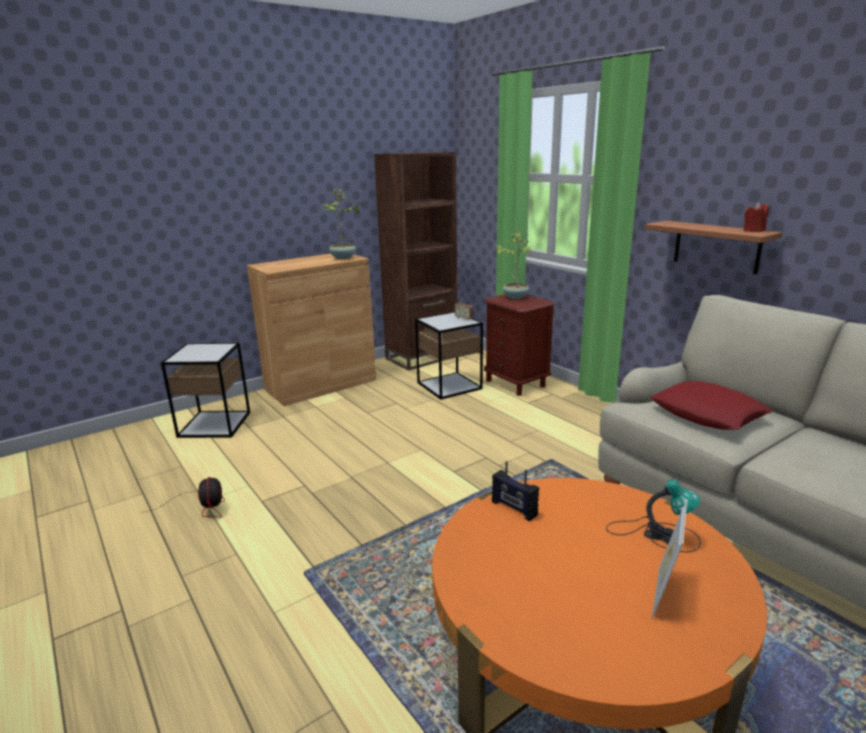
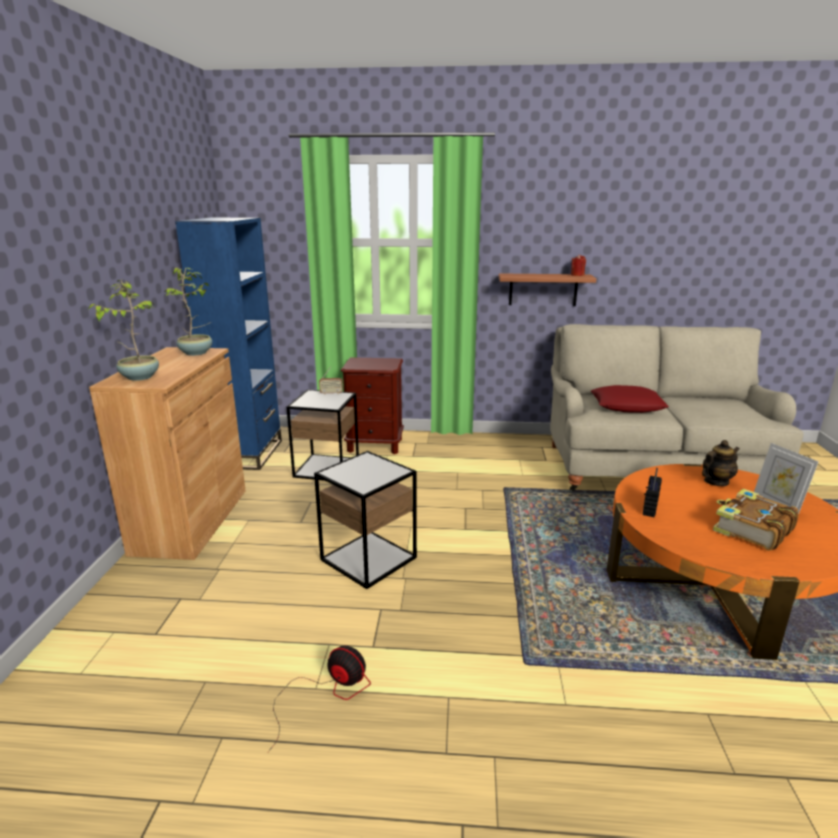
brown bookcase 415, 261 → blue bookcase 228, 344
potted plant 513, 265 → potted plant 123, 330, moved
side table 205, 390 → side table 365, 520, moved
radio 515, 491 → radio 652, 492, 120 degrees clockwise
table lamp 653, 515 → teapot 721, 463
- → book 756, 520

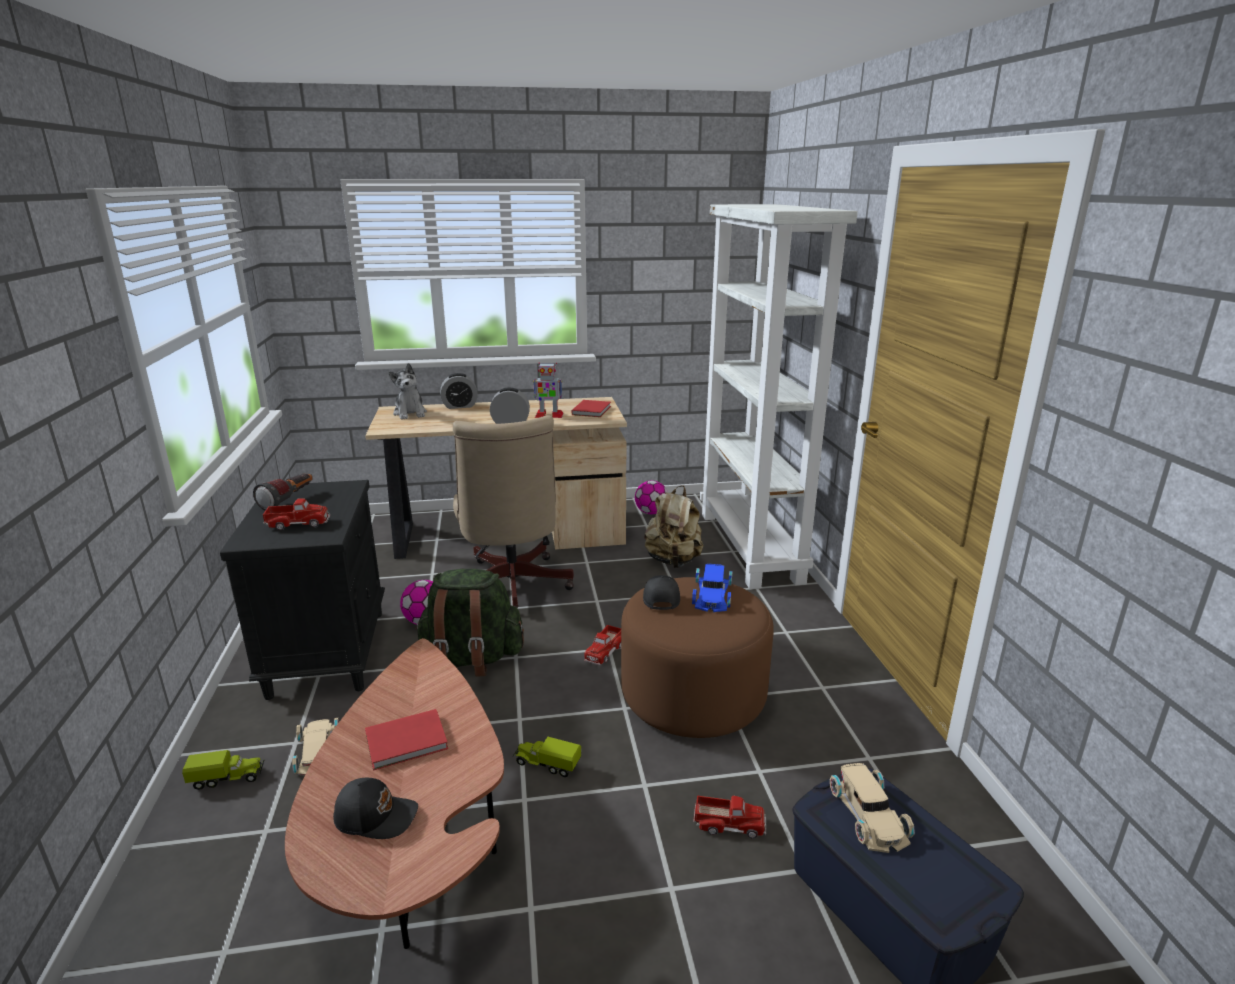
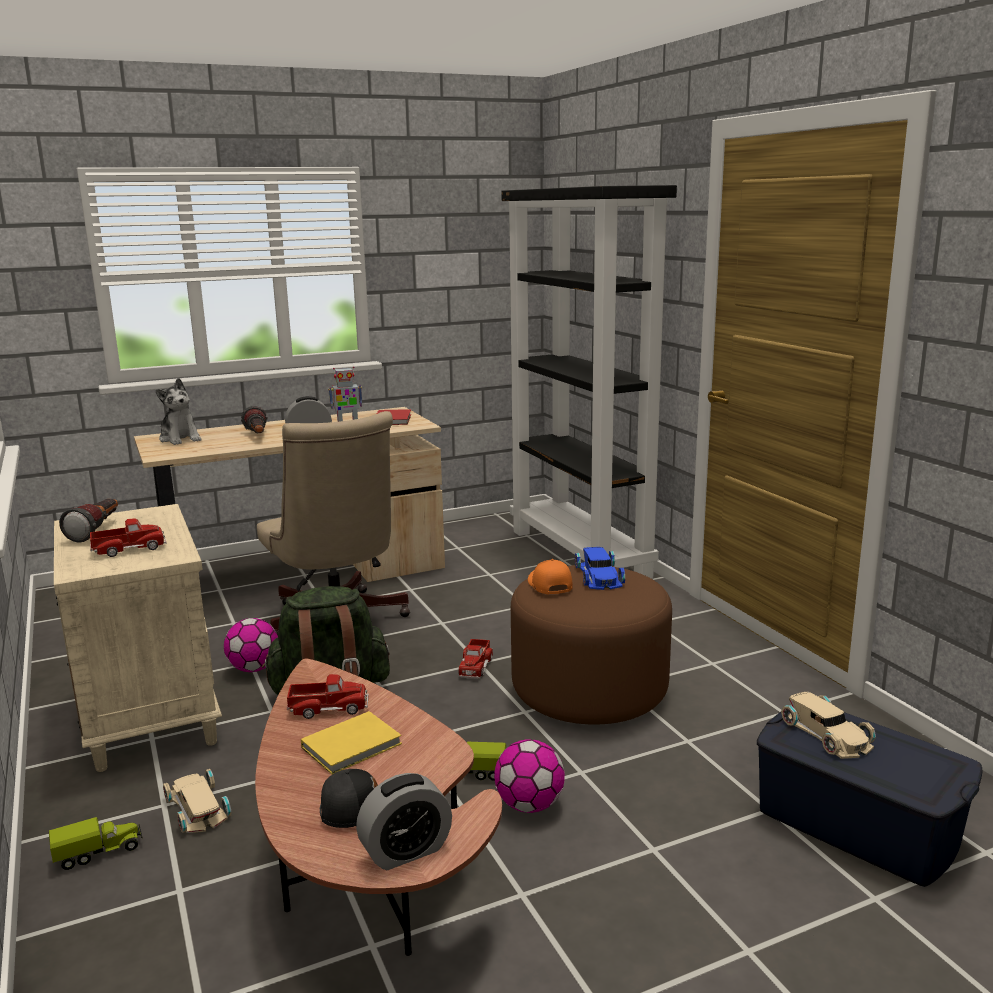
white bookcase 779, 396 → black bookcase 589, 382
alarm clock 459, 391 → alarm clock 404, 821, moved
black nightstand 302, 590 → beige nightstand 138, 638
football 651, 497 → football 529, 776, moved
beige backpack 673, 526 → -
black cap 661, 592 → orange cap 550, 576
red book 406, 740 → yellow book 351, 742
toy truck 729, 816 → toy truck 328, 696, moved
- → flashlight 254, 419

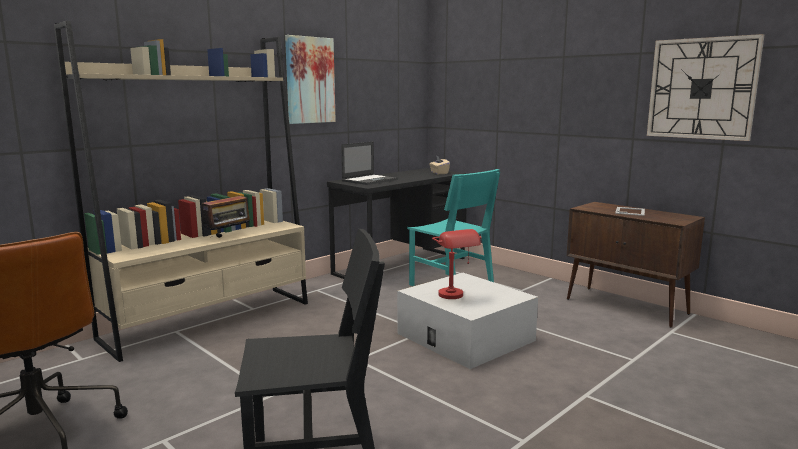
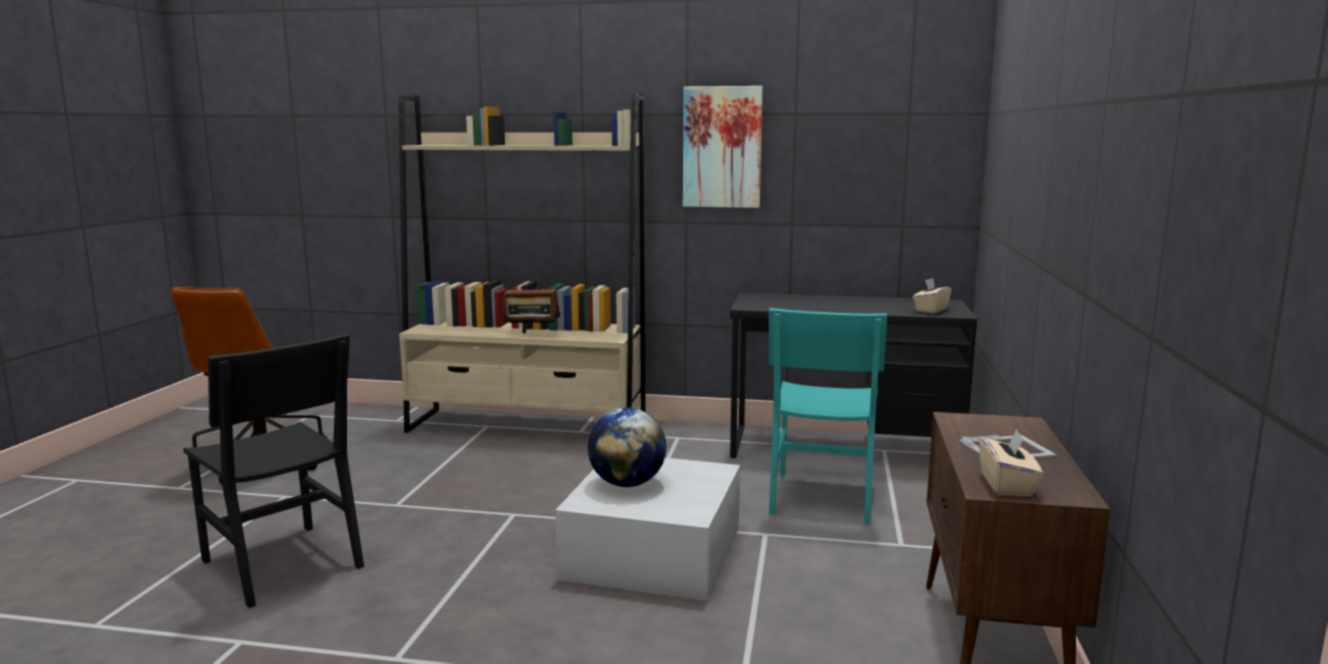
wall clock 706, 87 → -
laptop 369, 163 → -
red table lamp 457, 264 → globe 627, 447
- → beige tissue box 1011, 462

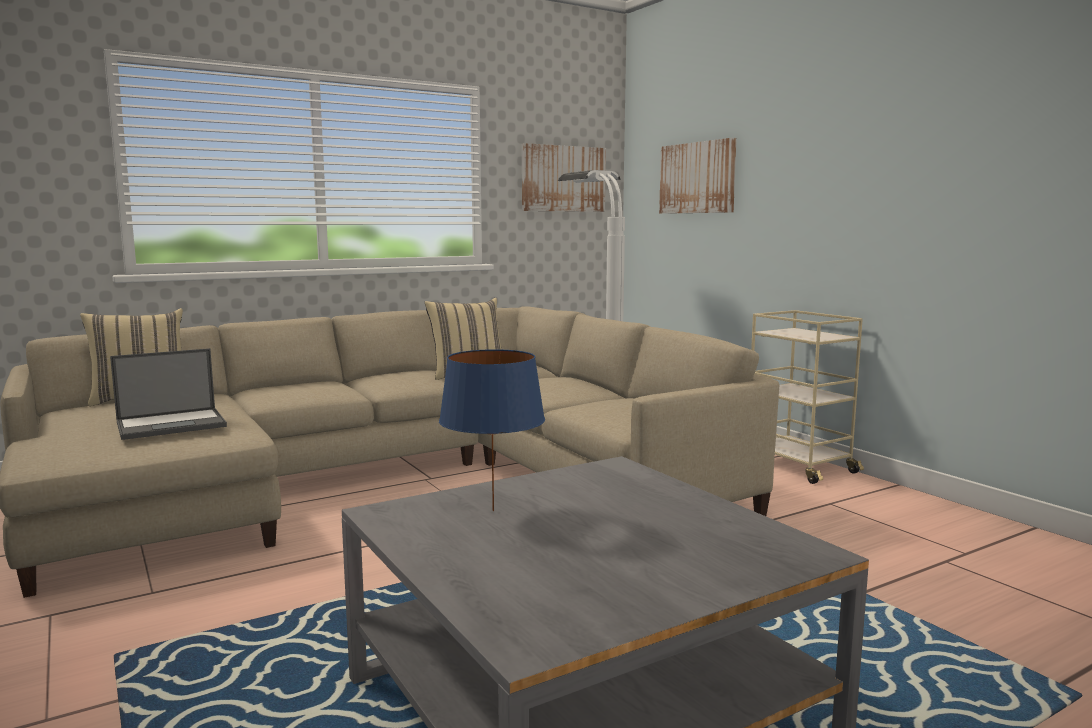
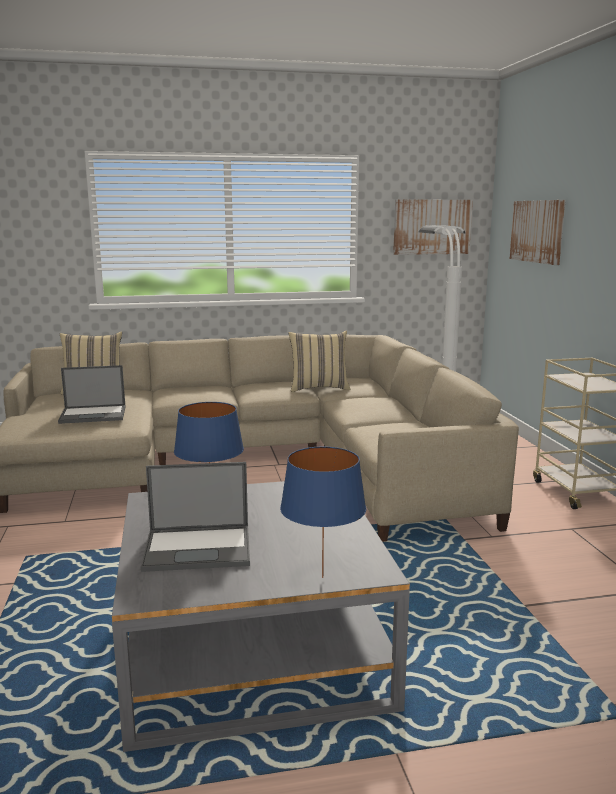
- → blue table lamp 323, 512
- → laptop 195, 517

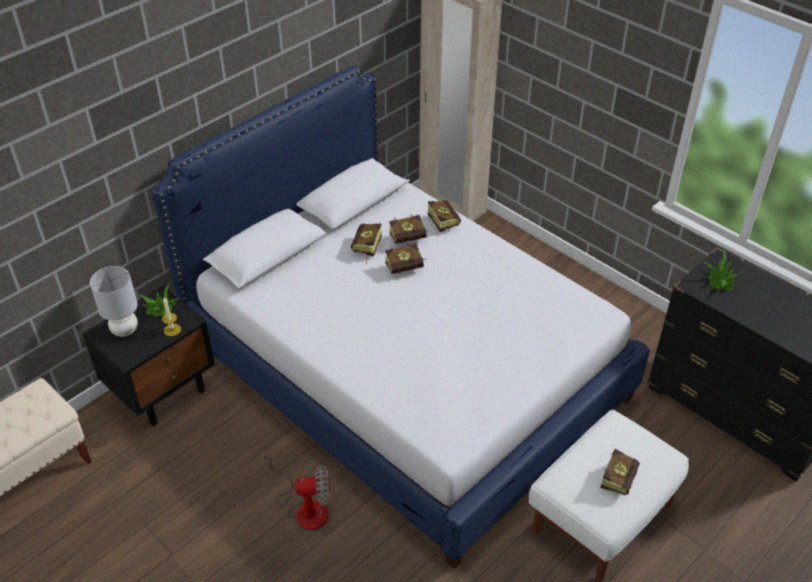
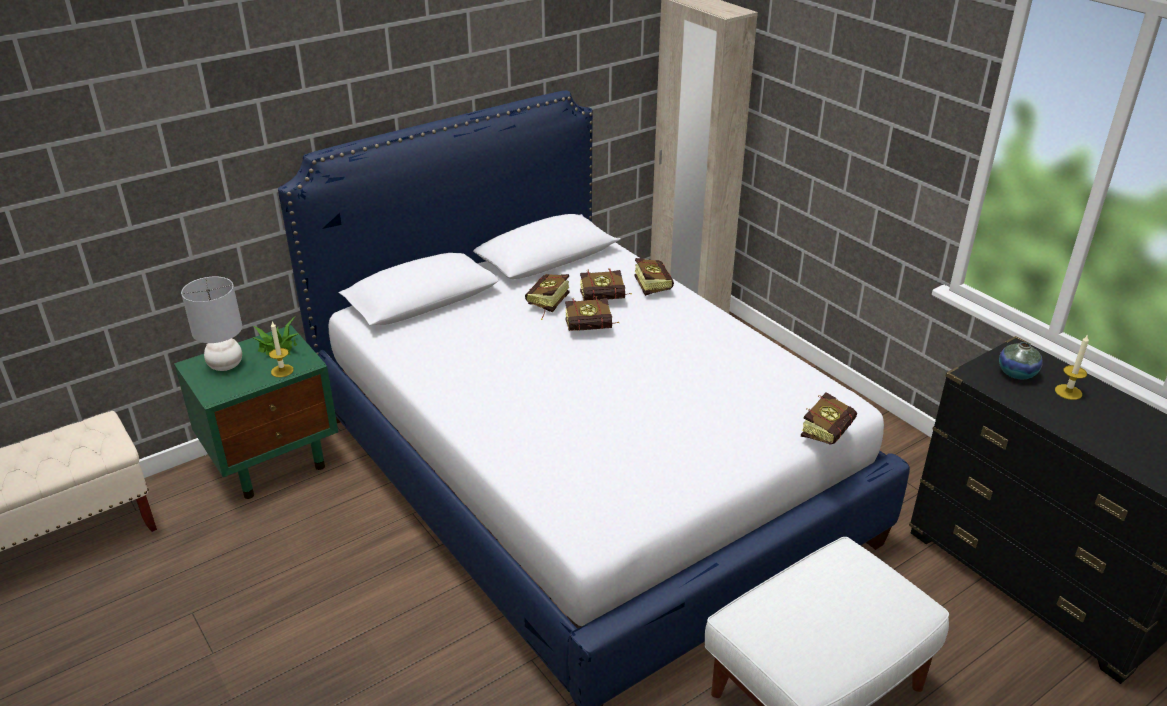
potted plant 723, 271 → vase 1021, 360
black nightstand 148, 356 → green nightstand 256, 412
book 620, 472 → book 829, 418, moved
fan 296, 490 → -
- → candle 1072, 367

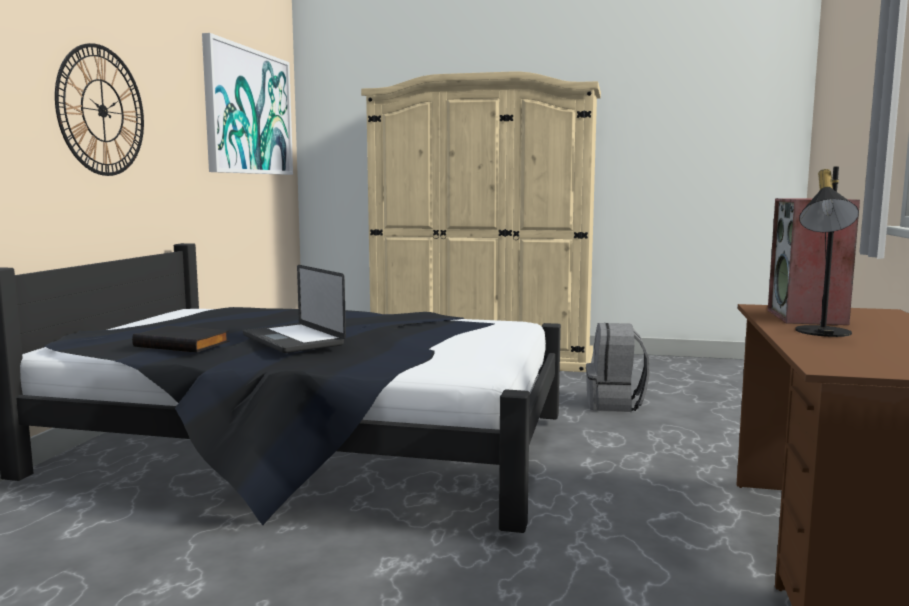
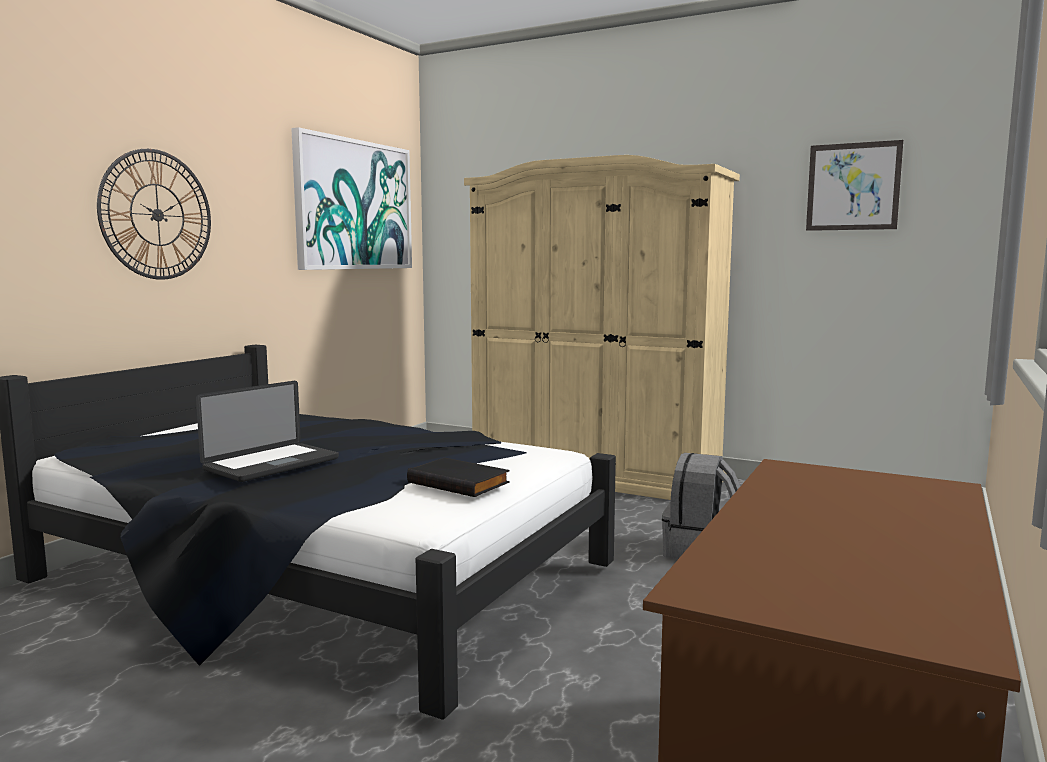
black table lamp 827, 251 → -
speaker 814, 261 → -
laptop 294, 309 → laptop 267, 431, 120 degrees counterclockwise
black book 181, 339 → black book 458, 477, moved
- → picture 855, 185

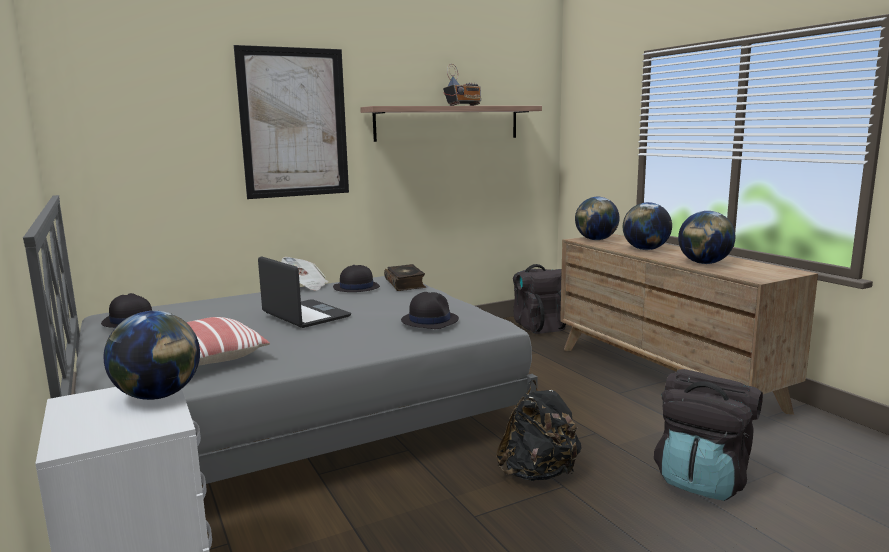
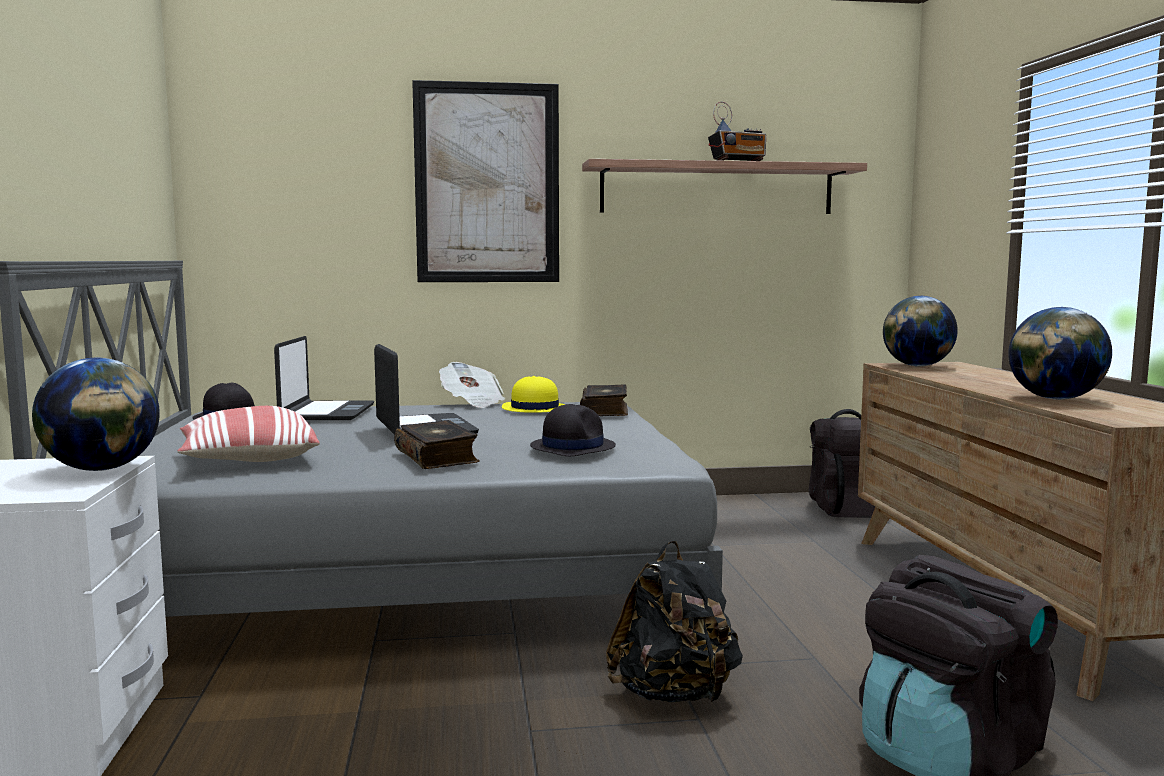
globe 647, 226 → -
black hat 356, 278 → yellow hat 533, 394
- → laptop 324, 378
- → book 437, 444

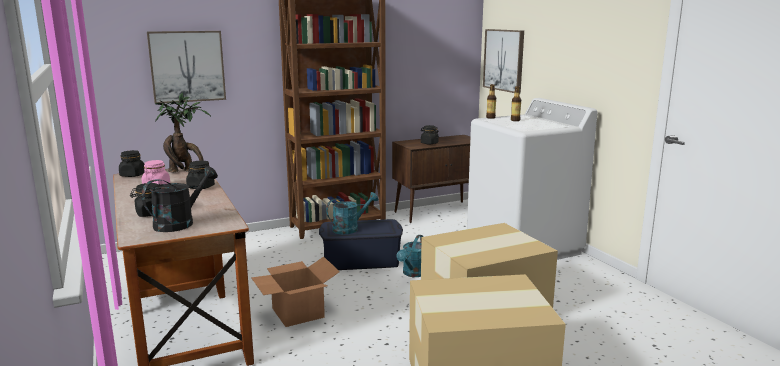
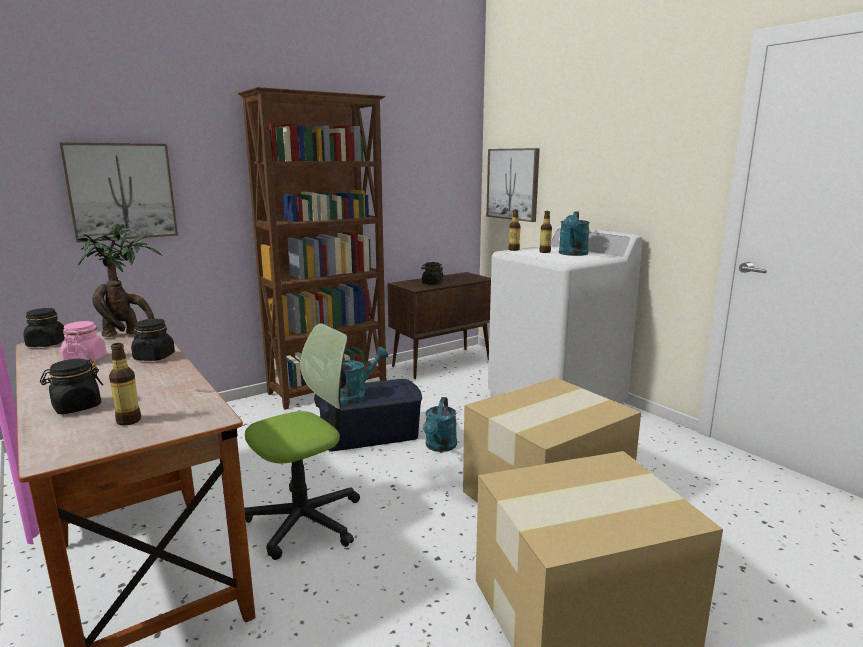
black watering can 180, 199 → bottle 125, 384
cardboard box 295, 292 → office chair 302, 441
- → turquoise watering can 574, 233

